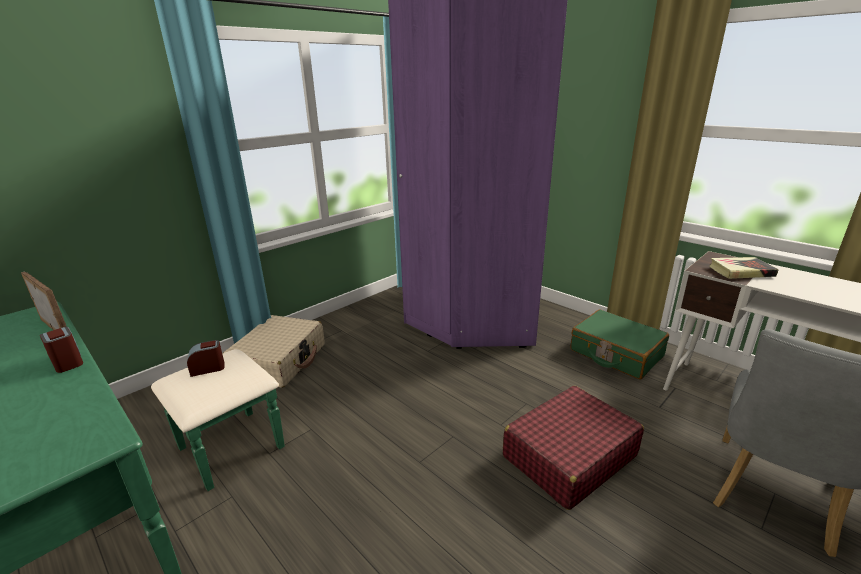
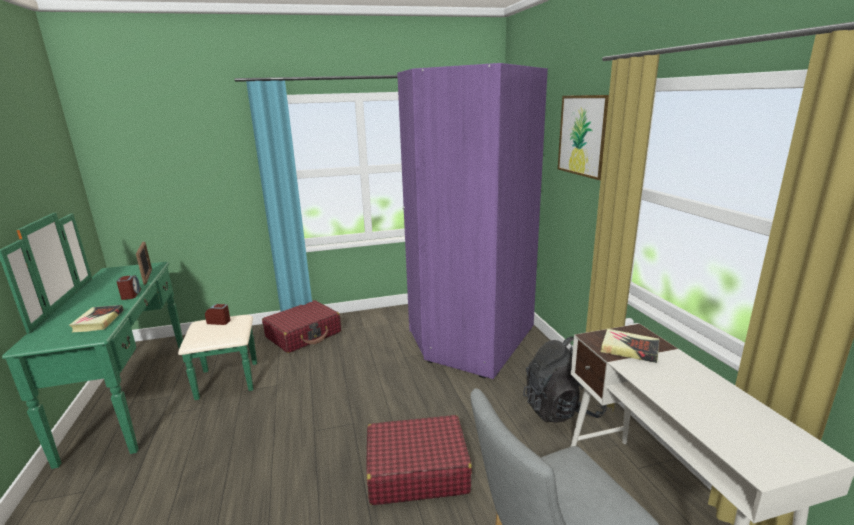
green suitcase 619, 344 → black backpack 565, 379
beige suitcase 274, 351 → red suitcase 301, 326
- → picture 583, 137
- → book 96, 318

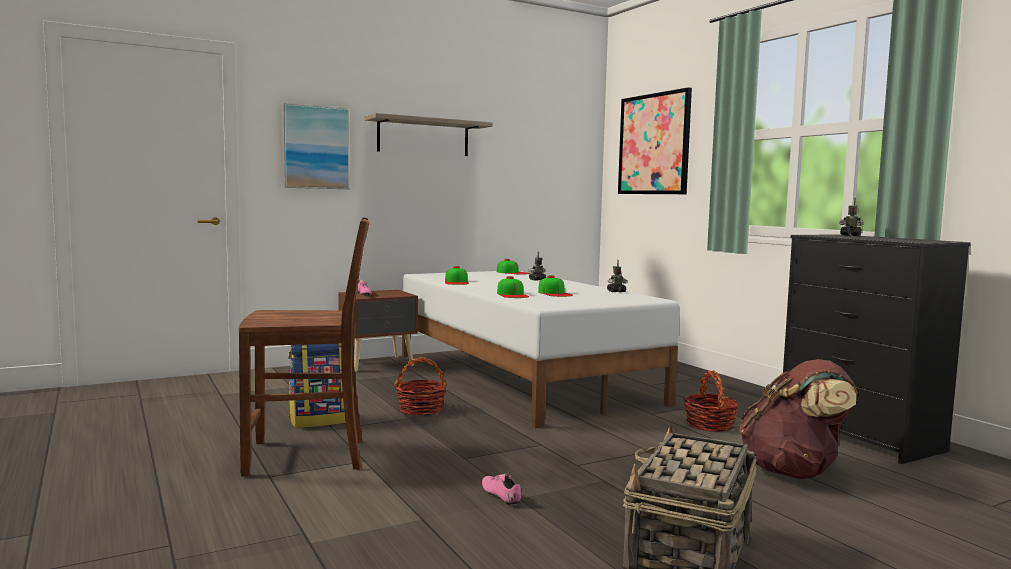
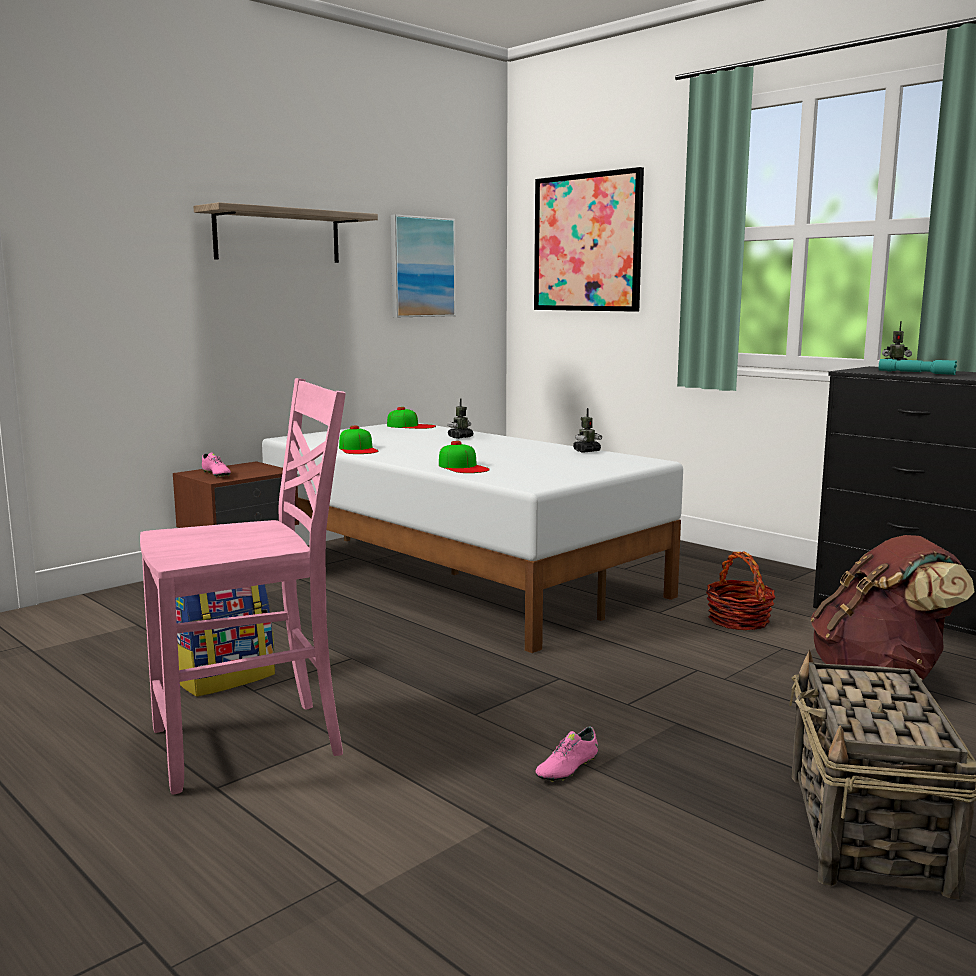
picture 316, 146 → picture 423, 265, moved
brown chair 304, 347 → pink chair 242, 586
cap 555, 286 → -
basket 420, 386 → -
pink shoe 501, 489 → pink shoe 567, 754, 90 degrees counterclockwise
- → turquoise flashlight 918, 367

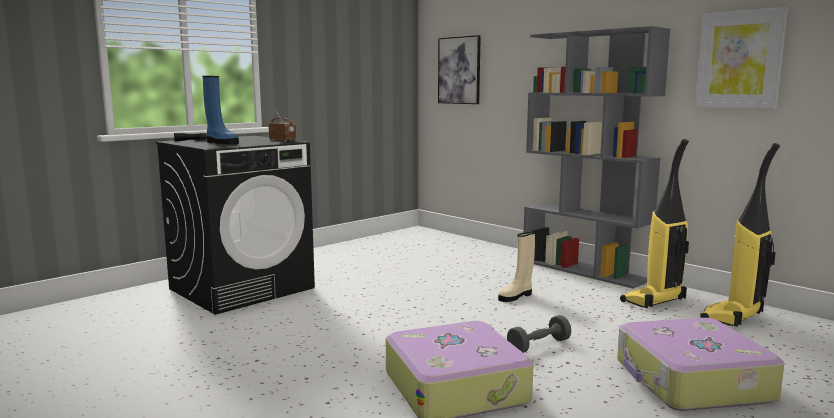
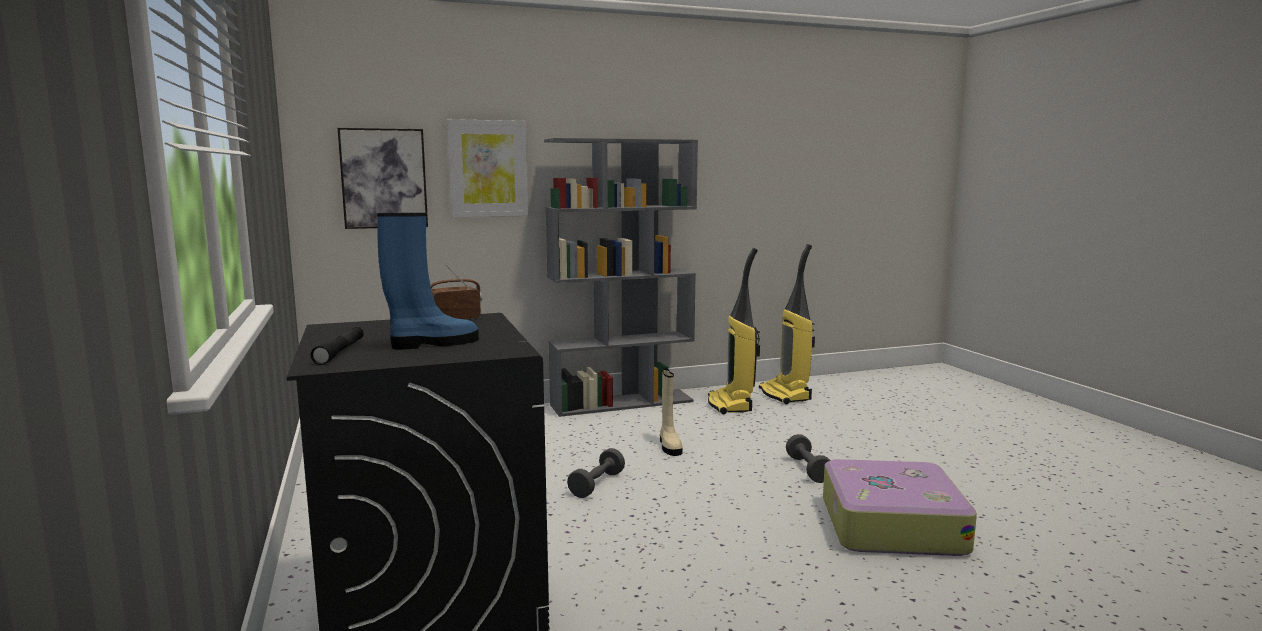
picture 741, 58 → picture 487, 168, moved
suitcase 700, 364 → -
- → grey dumbbell 596, 473

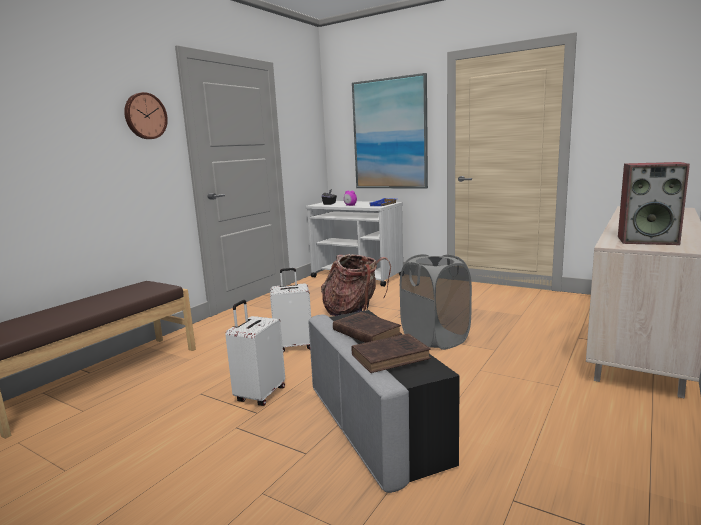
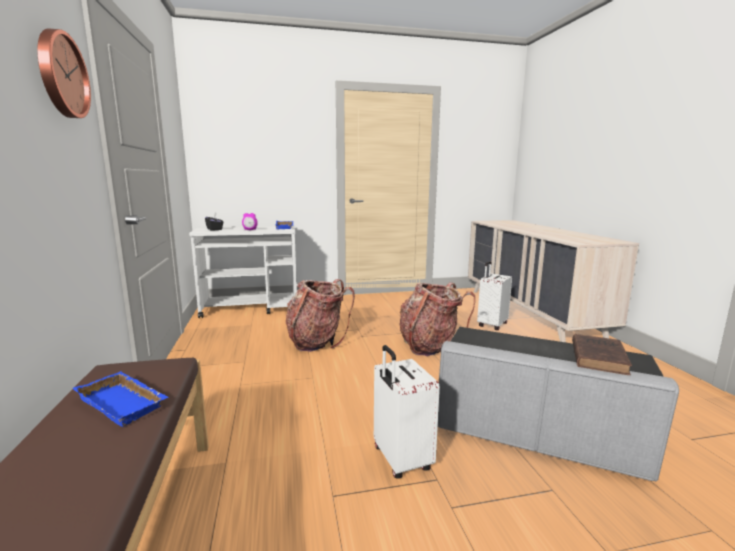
picture 390, 131 → -
speaker 654, 203 → -
grey laundry basket 436, 302 → backpack 437, 319
white suitcase 290, 310 → white suitcase 494, 296, moved
brown book 367, 327 → -
- → blue tray 121, 399

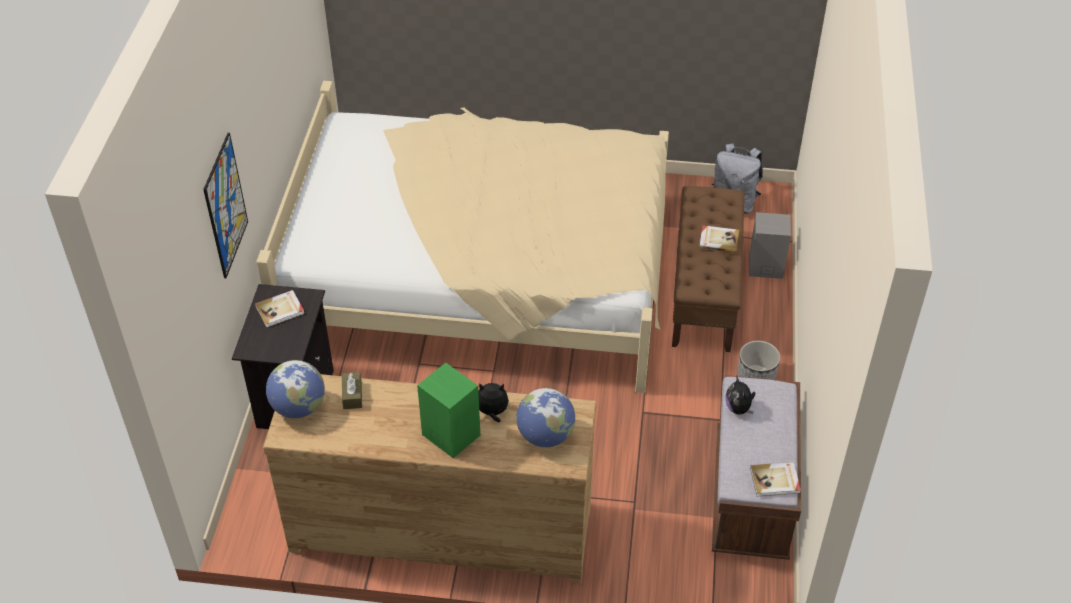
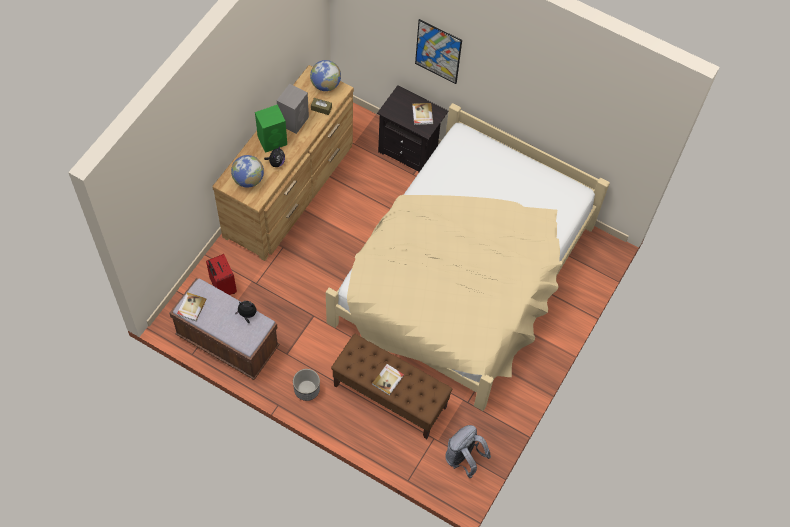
grey speaker 770, 245 → grey speaker 293, 109, moved
- → red suitcase 221, 274

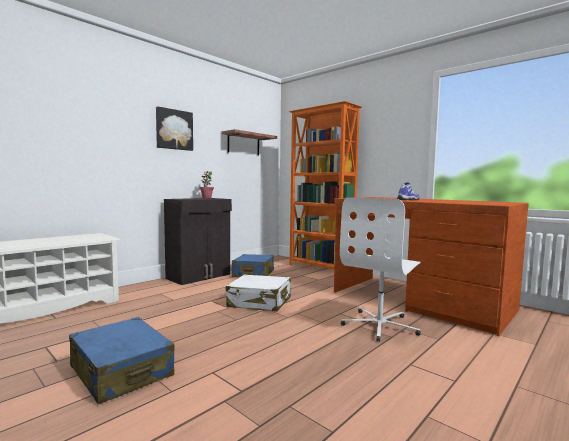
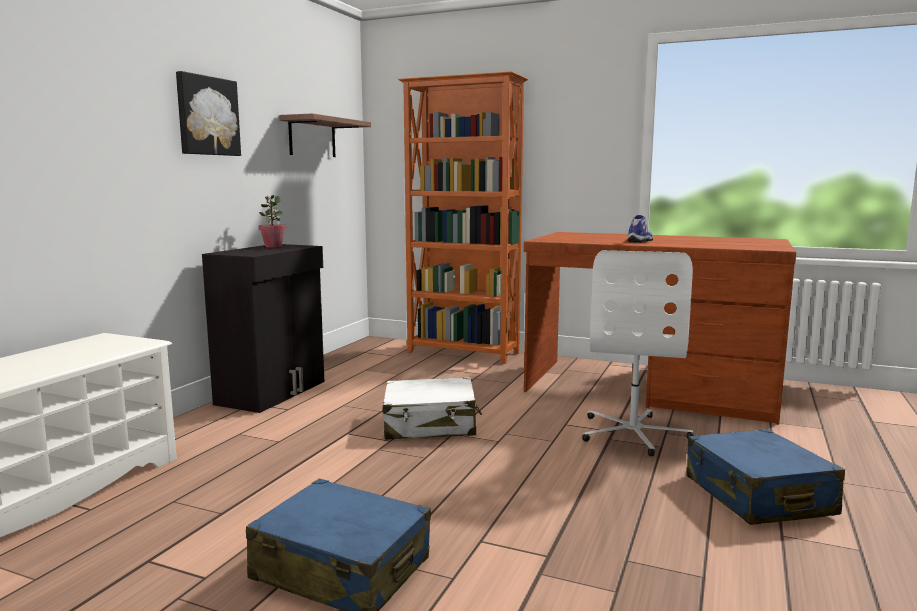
blue suitcase 253, 265 → blue suitcase 766, 477, moved

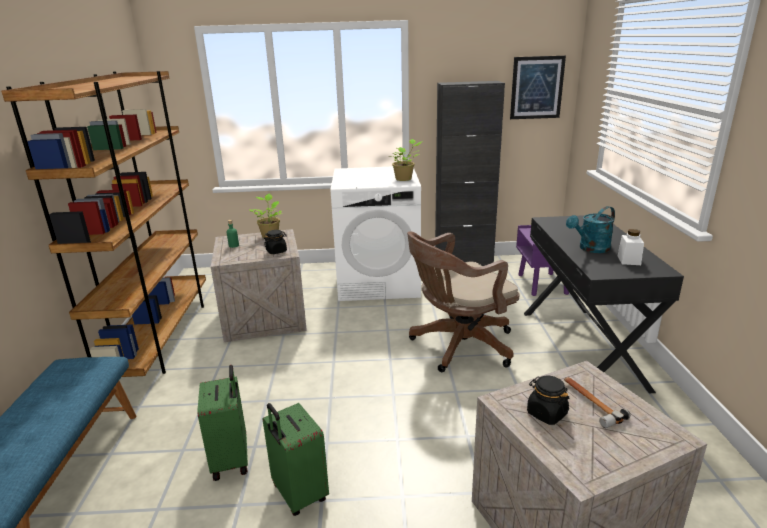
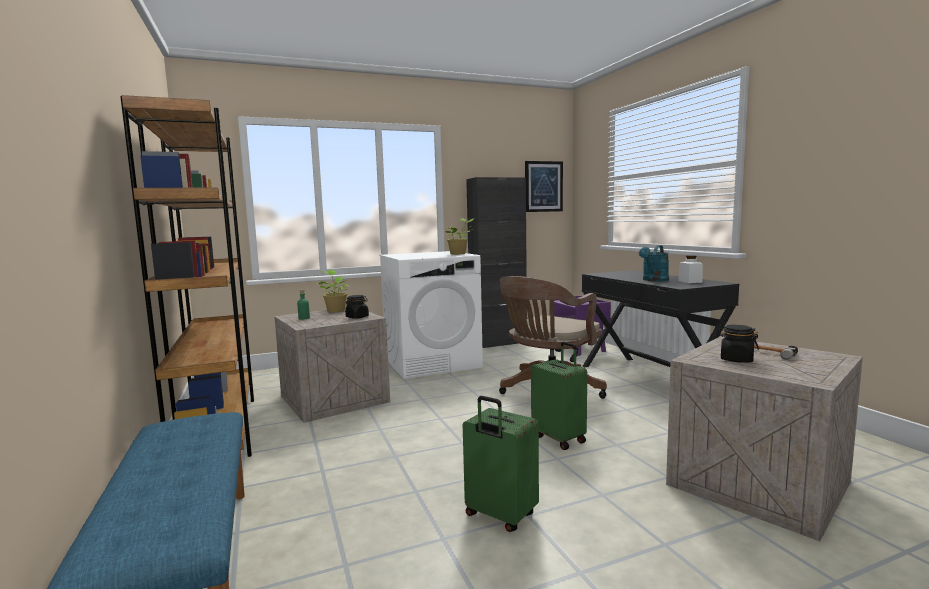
green suitcase 222, 423 → green suitcase 559, 396, moved

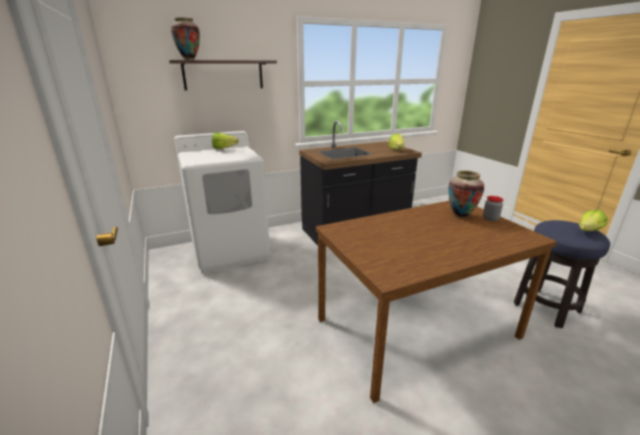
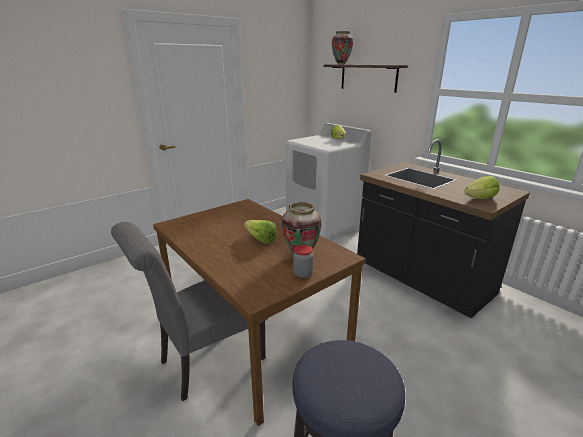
lettuce 593, 220 → lettuce 260, 232, moved
- → grey chair 189, 311

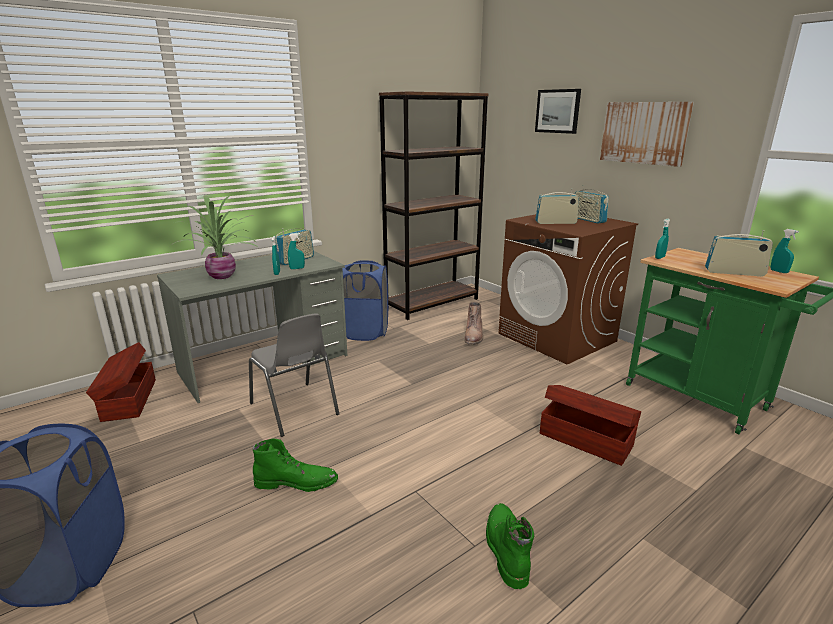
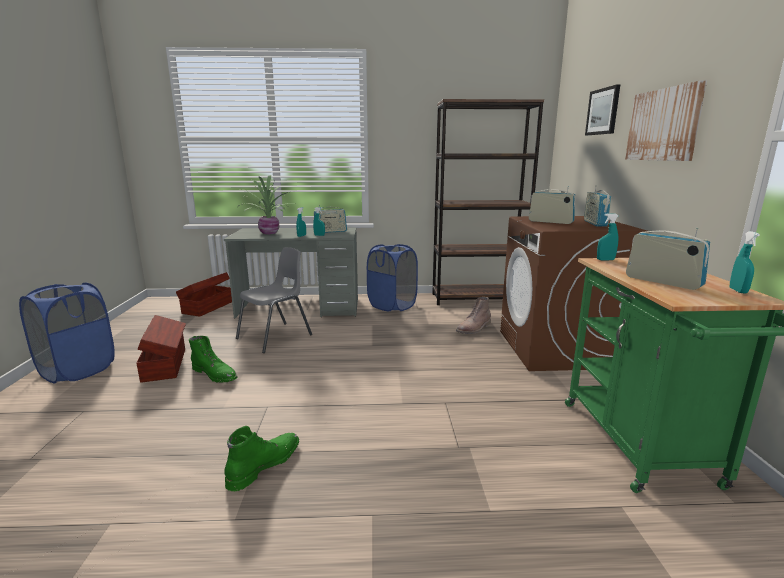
grey chair 294, 375 → grey chair 274, 300, 135 degrees counterclockwise
brown storage box 590, 425 → brown storage box 161, 349, moved

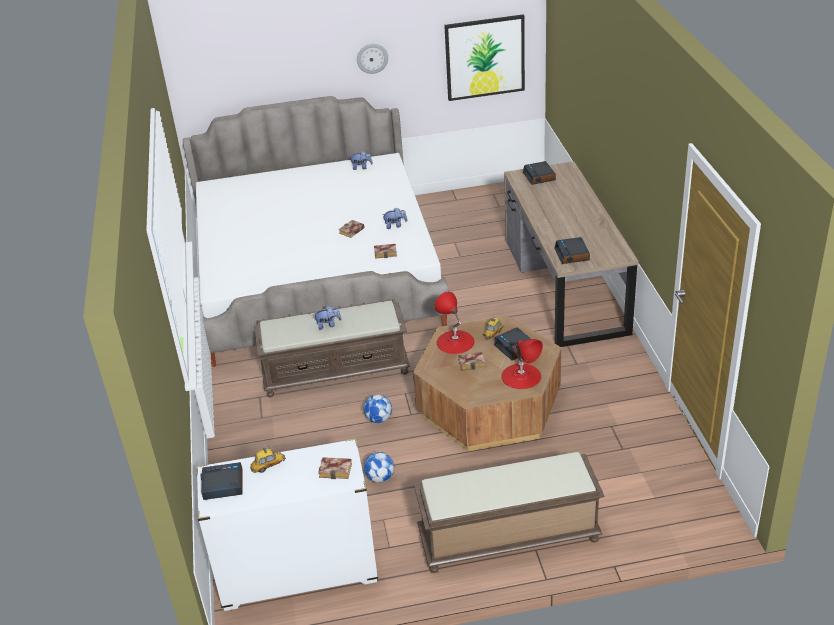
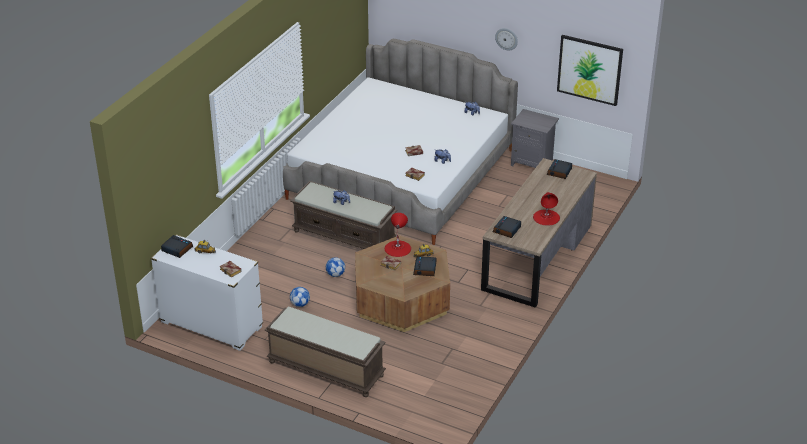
red table lamp 522, 364 → red table lamp 546, 209, moved
- → grey nightstand 535, 138

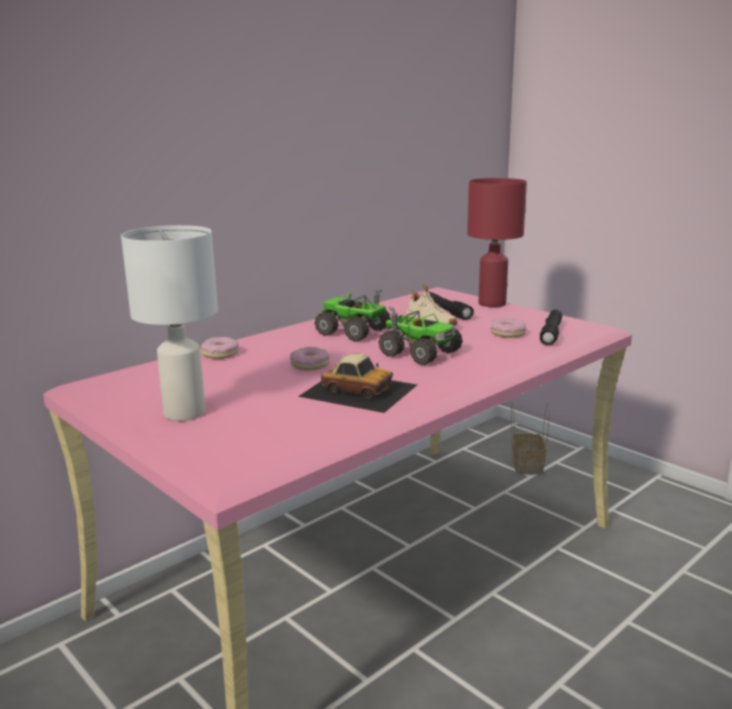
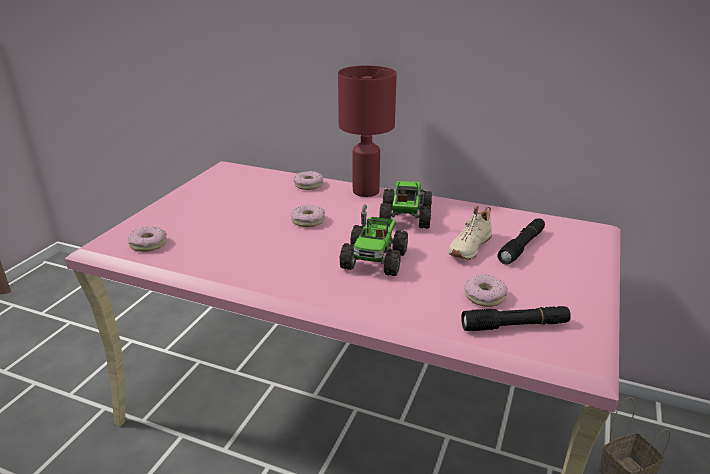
red table lamp 497, 242 → red table lamp 367, 131, moved
white table lamp 169, 323 → -
toy car 357, 383 → -
- → donut 147, 239

